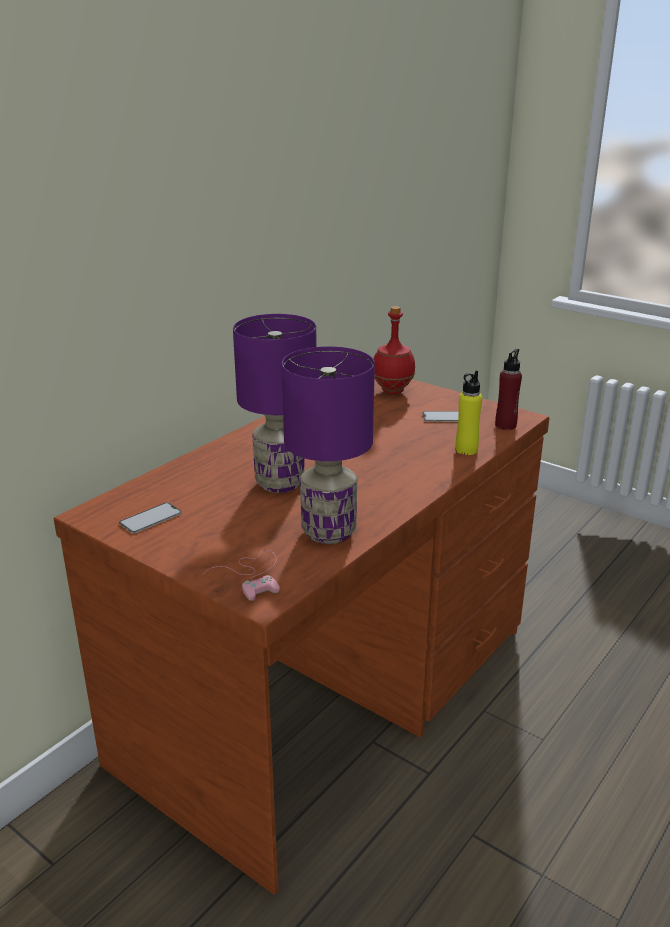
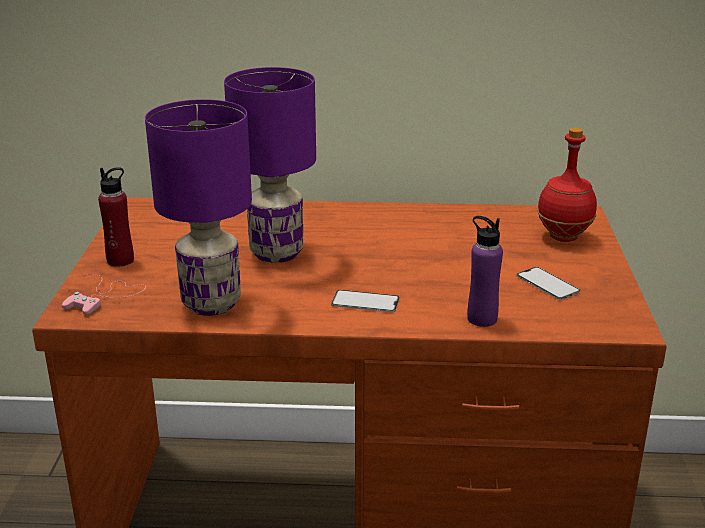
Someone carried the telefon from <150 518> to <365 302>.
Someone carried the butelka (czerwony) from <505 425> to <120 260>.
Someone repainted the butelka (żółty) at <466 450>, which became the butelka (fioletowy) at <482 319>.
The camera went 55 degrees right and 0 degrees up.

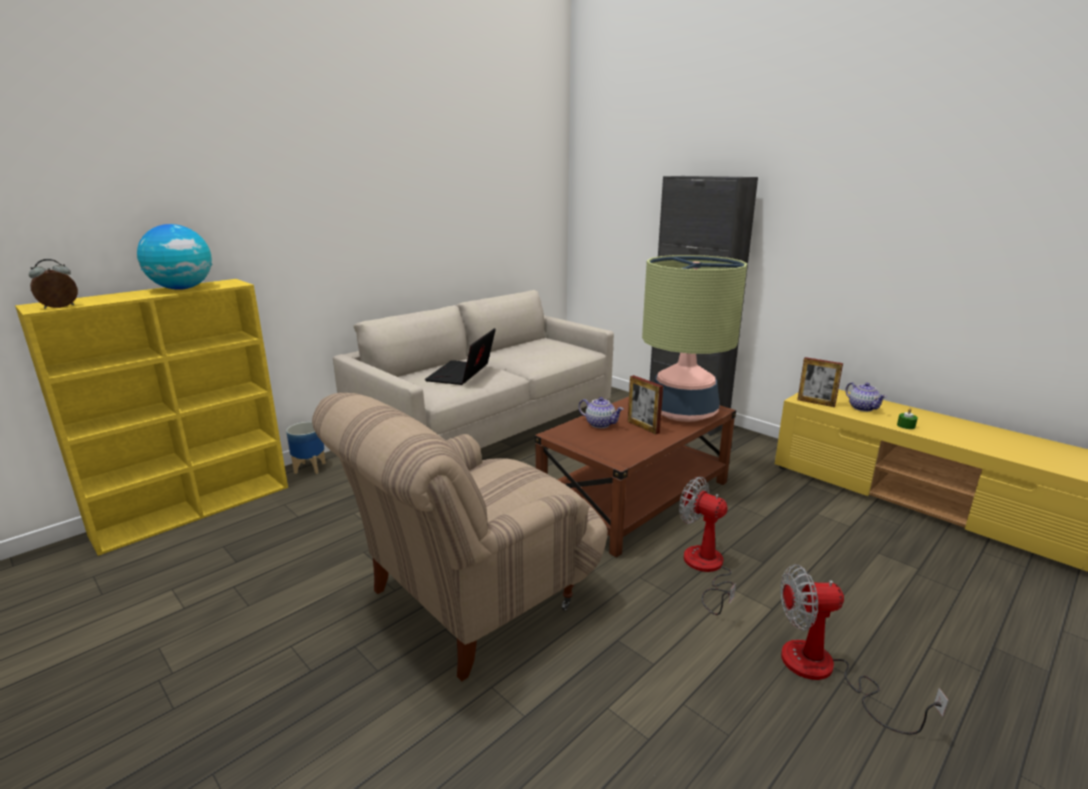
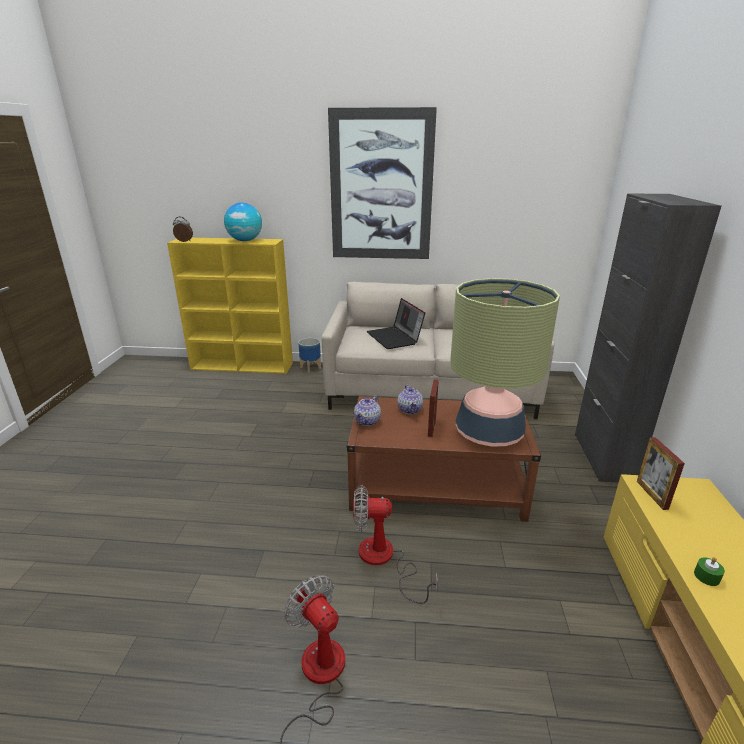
Someone took away the fotel (beżowy) at <472 600>.
Someone put up the obraz at <381 187>.
Someone carried the imbryk from <862 408> to <367 421>.
Someone rotated the laptop at <462 374> by 90 degrees counterclockwise.
Someone rotated the wentylator at <706 569> by 90 degrees counterclockwise.
The camera went 50 degrees right and 5 degrees up.

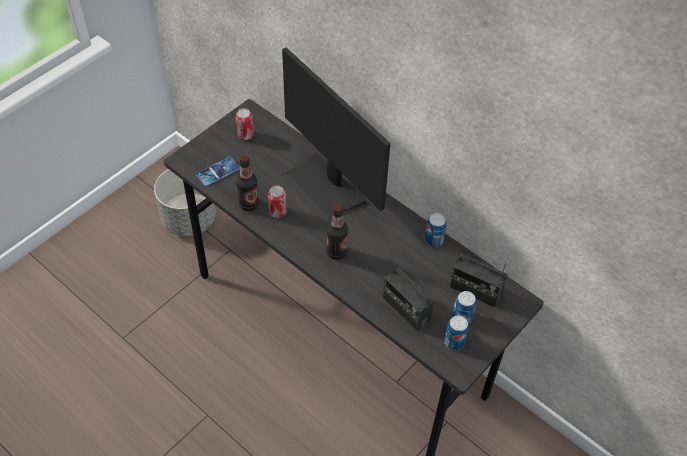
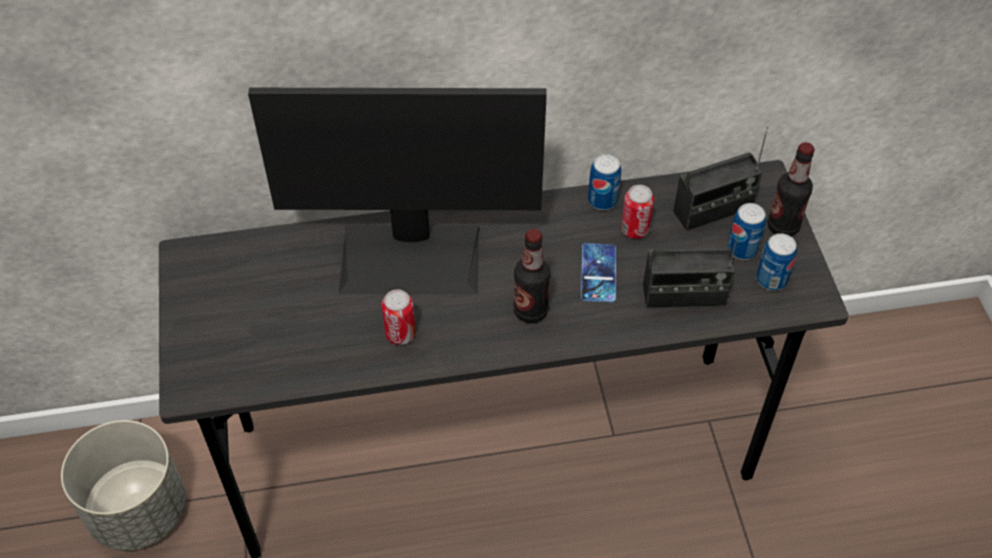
Someone carried the telefon from <218 171> to <598 273>.
Someone carried the puszka from <245 135> to <634 230>.
Someone carried the butelka from <249 204> to <783 226>.
The camera went 50 degrees left and 0 degrees up.

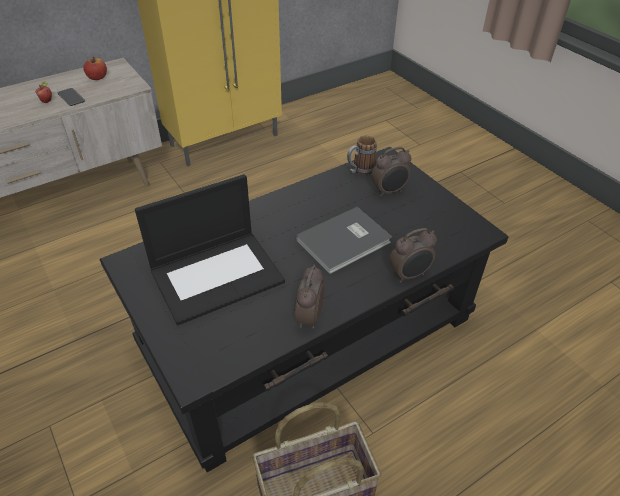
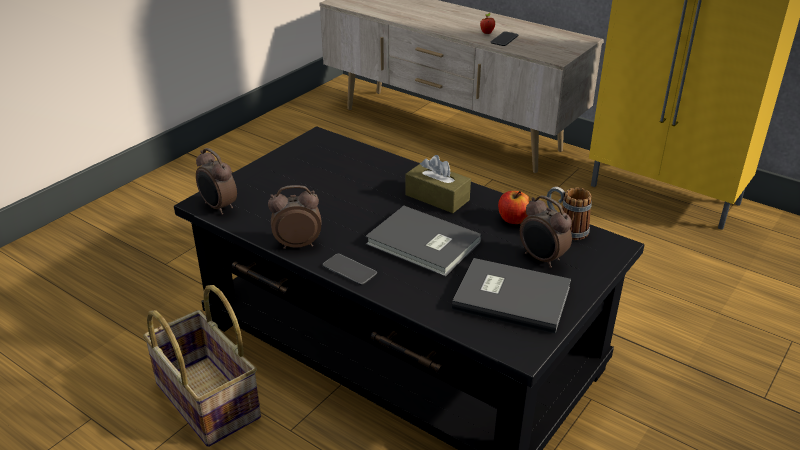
Someone took away the laptop at <217 275>.
Someone put down the telefon at <349 270>.
Someone put down the pudełko chusteczek (brązowy) at <437 197>.
Someone put down the książka (szary) at <510 296>.
Someone carried the jabłko from <97 77> to <513 219>.
Someone carried the budzik from <409 275> to <218 207>.
The camera went 70 degrees right and 10 degrees down.

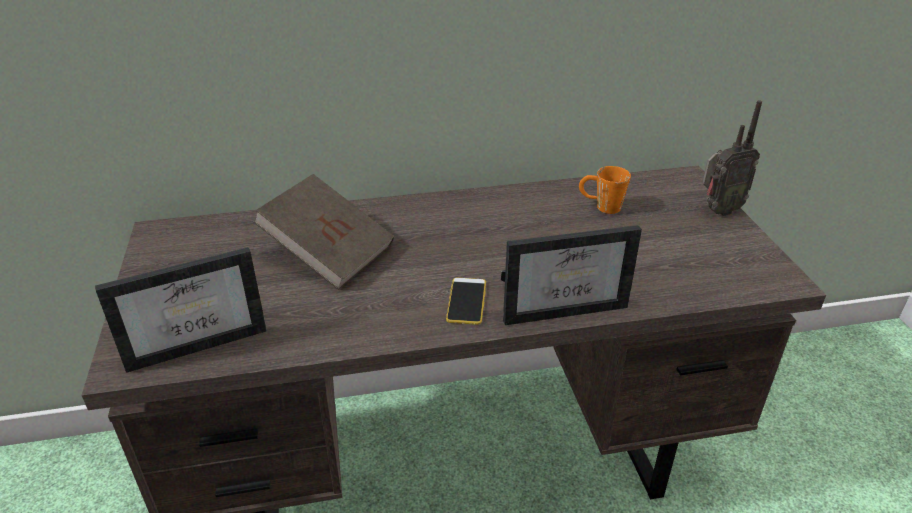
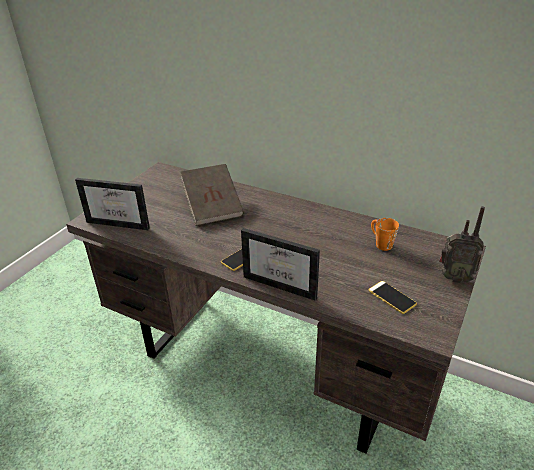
Someone put down the telefon at <392 297>.
The camera went 40 degrees right and 0 degrees up.

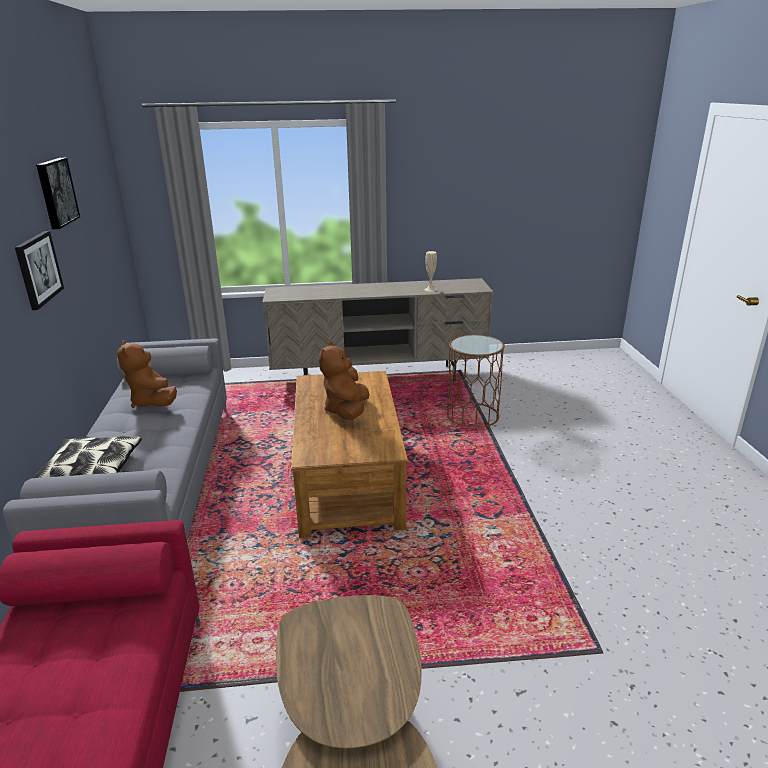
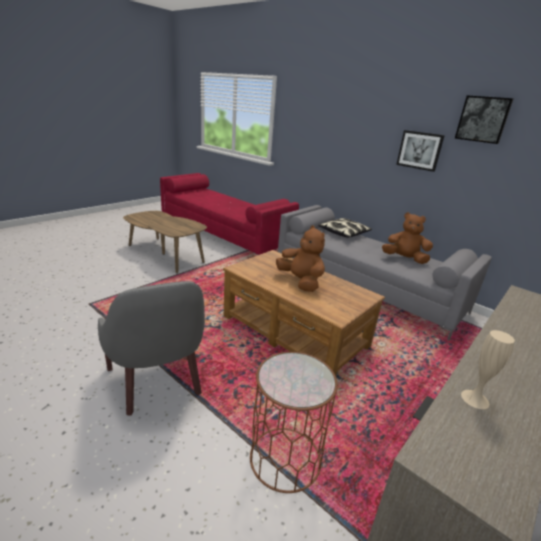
Someone put down the fotel (szary) at <158 381>.
The camera went 135 degrees right and 0 degrees up.

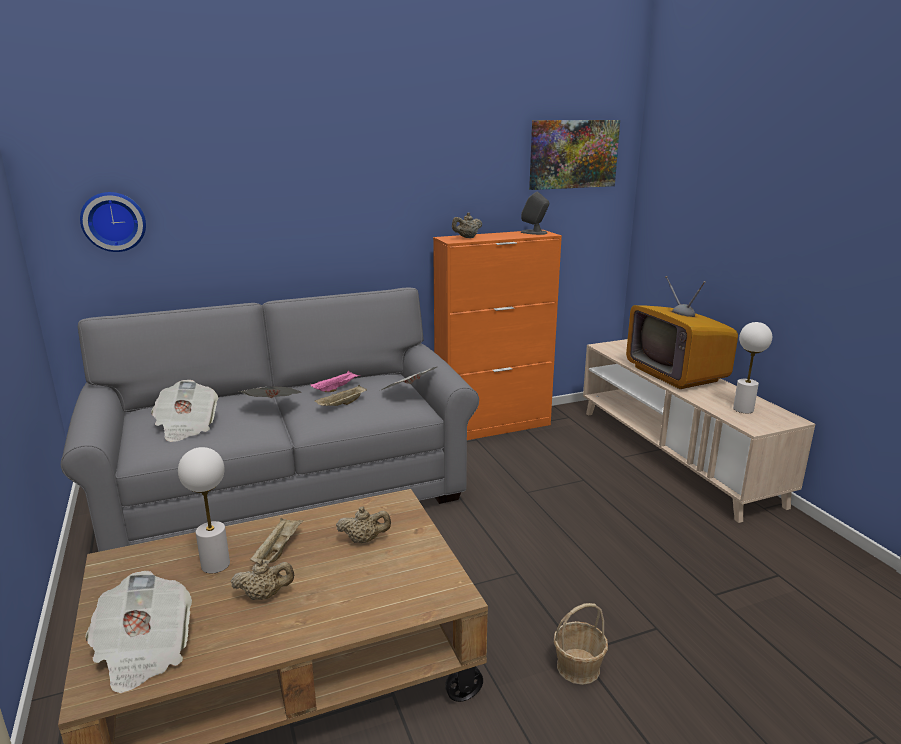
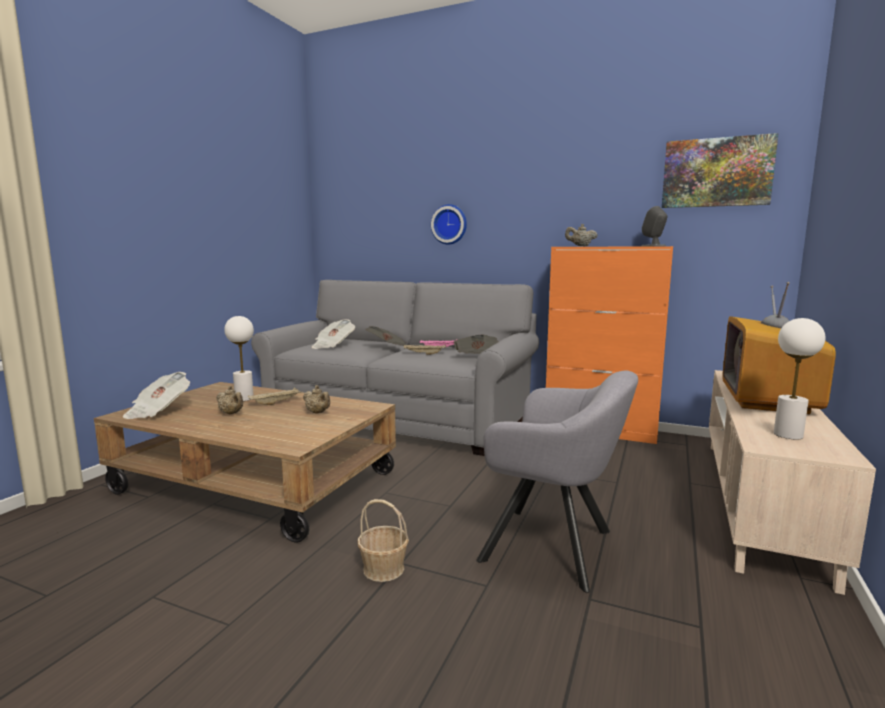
Someone put down the fotel (szary) at <555 548>.
Someone carried the zegar ścienny from <113 221> to <449 224>.
The camera went 45 degrees right and 10 degrees down.

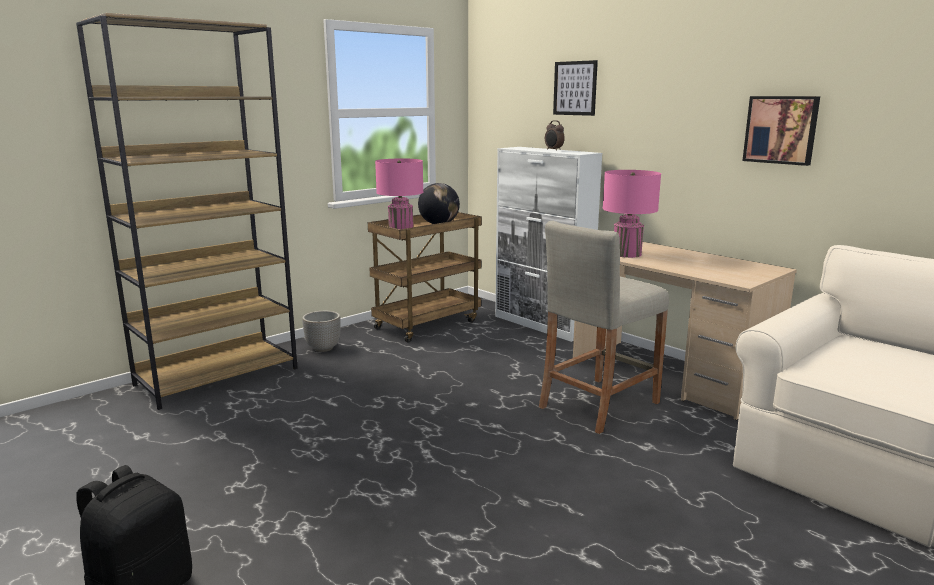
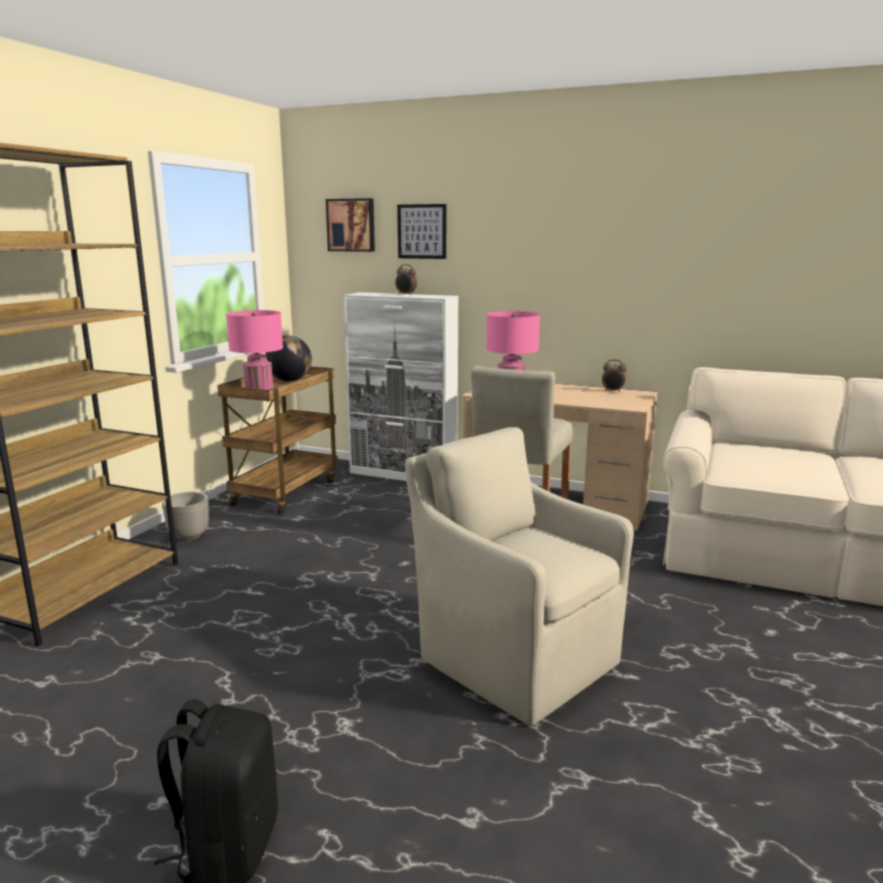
Someone put down the fotel (beżowy) at <514 658>.
Someone put down the budzik at <612 391>.
Someone carried the obraz from <781 130> to <351 225>.
The camera went 25 degrees left and 0 degrees up.

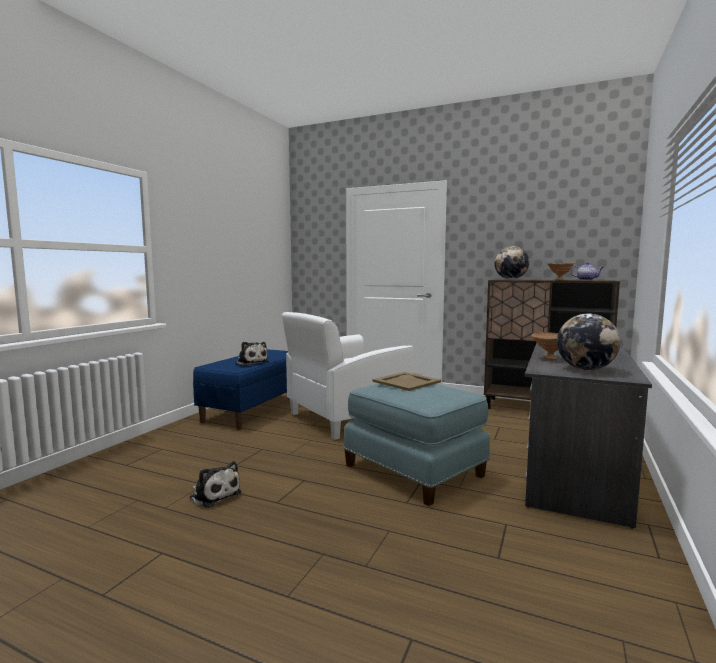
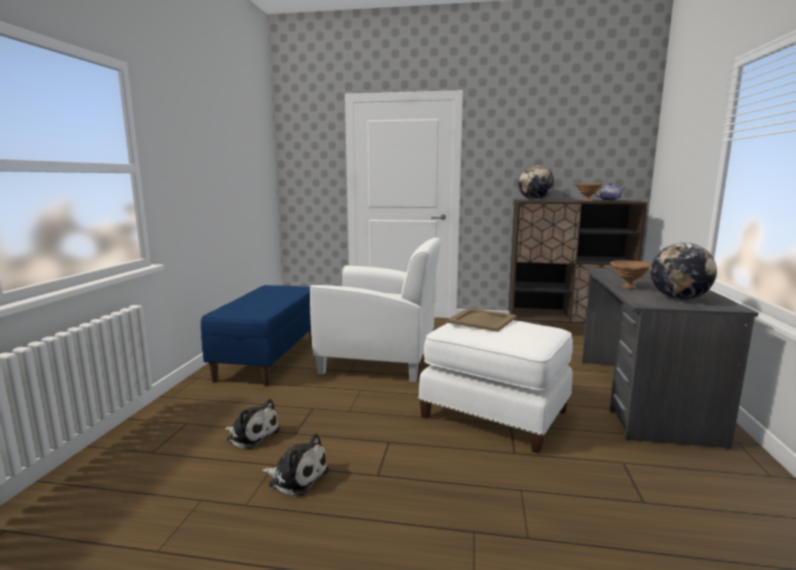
Someone carried the pluszak from <251 362> to <251 435>.
Someone repainted the pufa (niebieski) at <415 470>, which became the pufa (biały) at <495 413>.
Someone rotated the fotel (biały) at <345 418> by 120 degrees counterclockwise.
The camera went 15 degrees left and 5 degrees up.

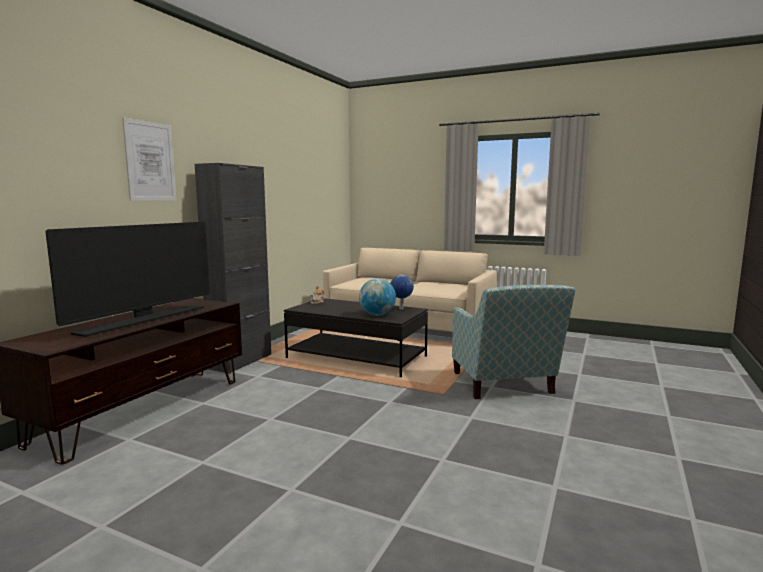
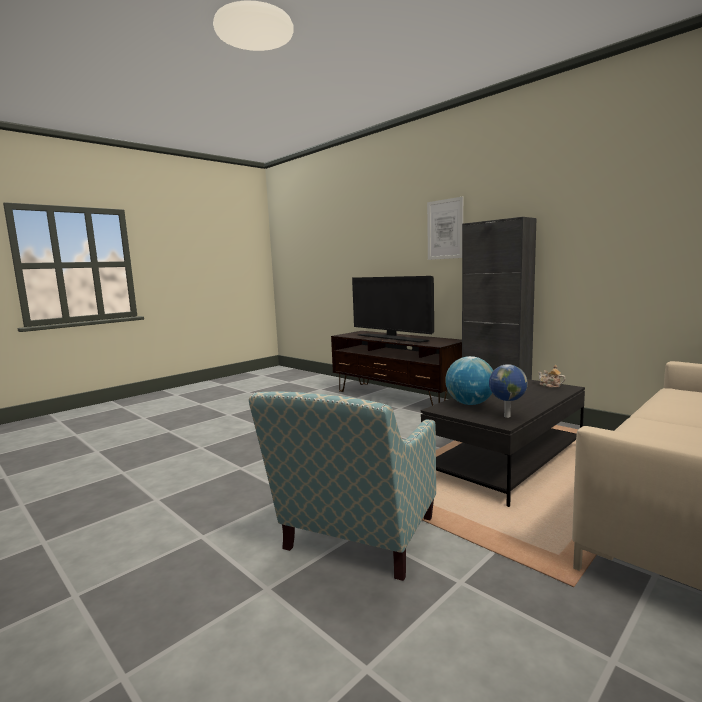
Someone rotated the fotel at <505 386> by 75 degrees counterclockwise.
The camera went 110 degrees right and 0 degrees up.

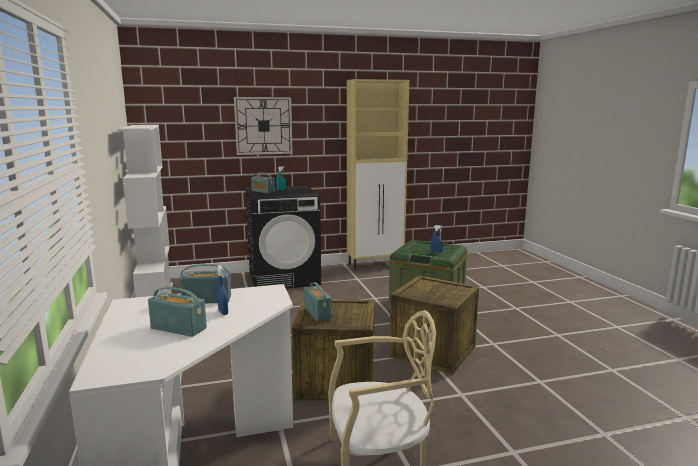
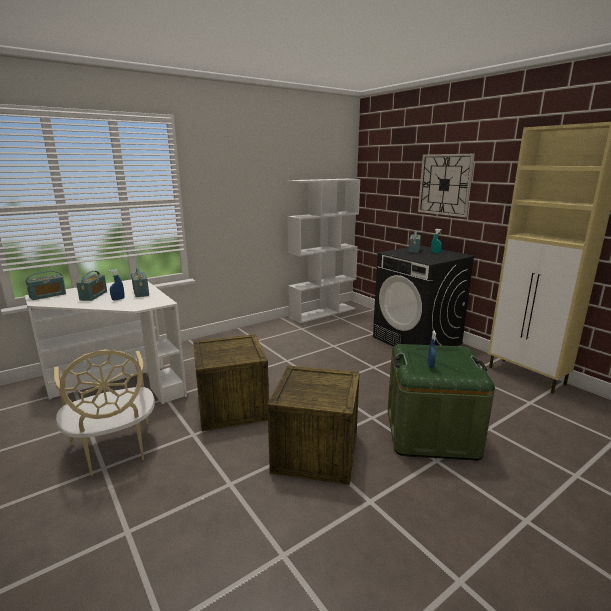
Someone carried the radio from <318 313> to <48 295>.
The camera went 70 degrees right and 5 degrees up.

